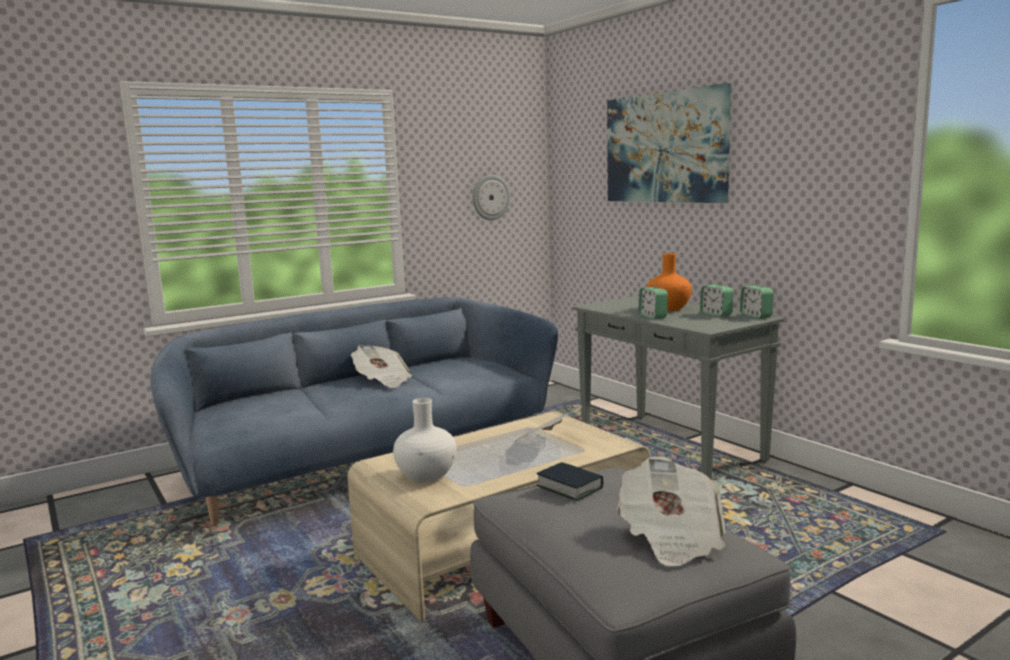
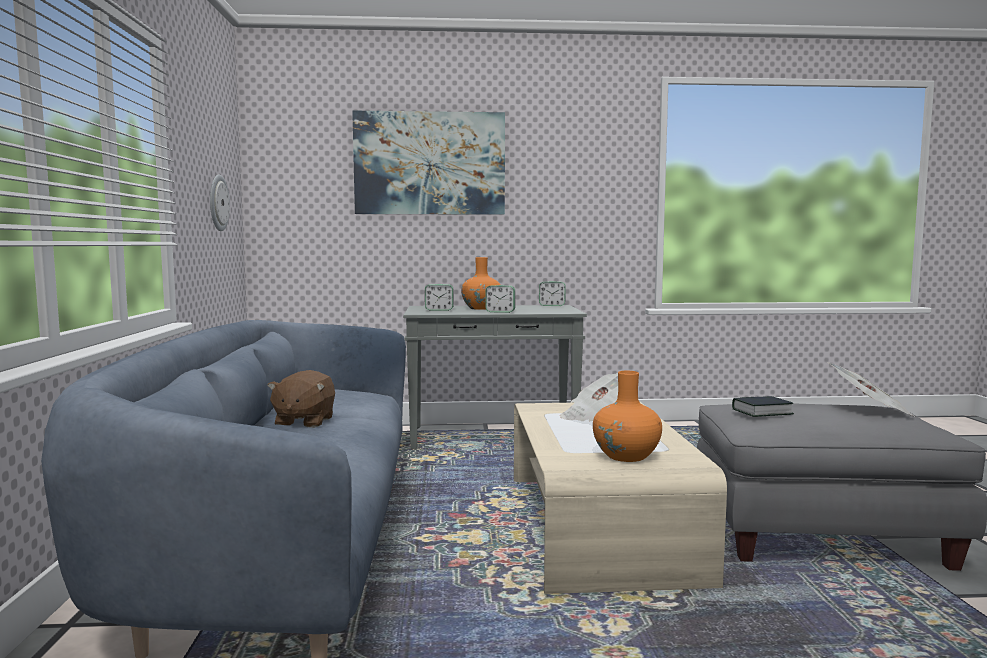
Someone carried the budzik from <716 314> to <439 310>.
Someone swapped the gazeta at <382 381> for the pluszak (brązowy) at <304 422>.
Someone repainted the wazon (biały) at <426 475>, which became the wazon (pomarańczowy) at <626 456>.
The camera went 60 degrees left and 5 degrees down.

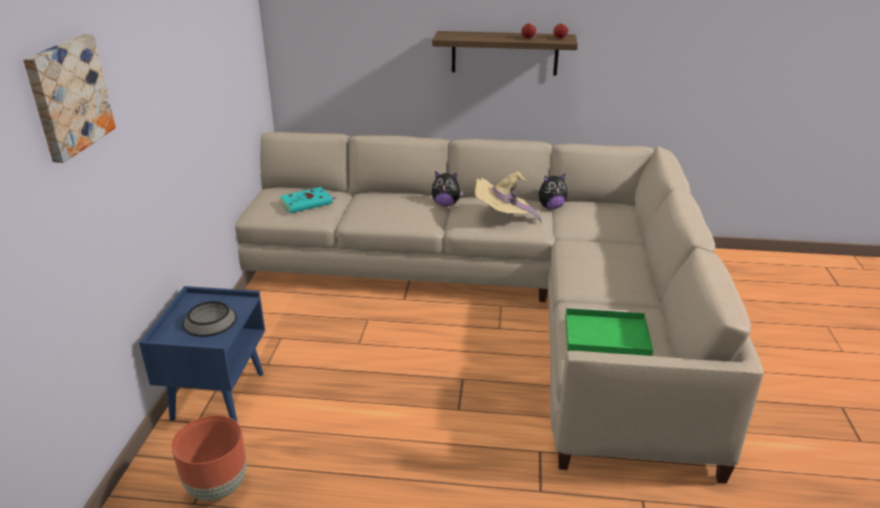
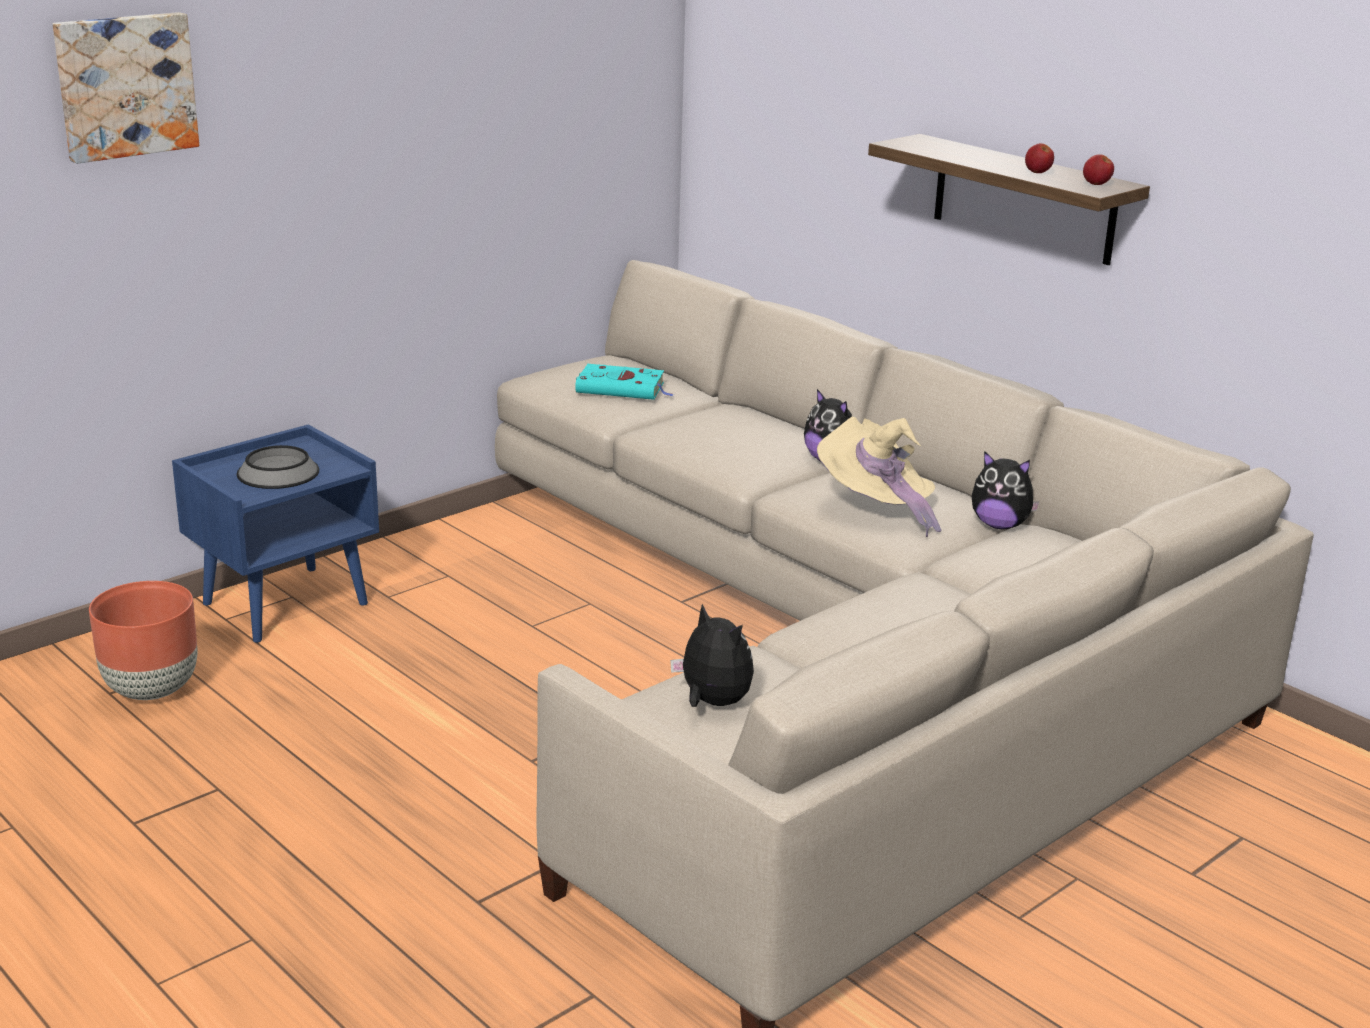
Someone swapped the taca (zielony) at <604 336> for the pluszak at <712 703>.
The camera went 40 degrees right and 5 degrees down.

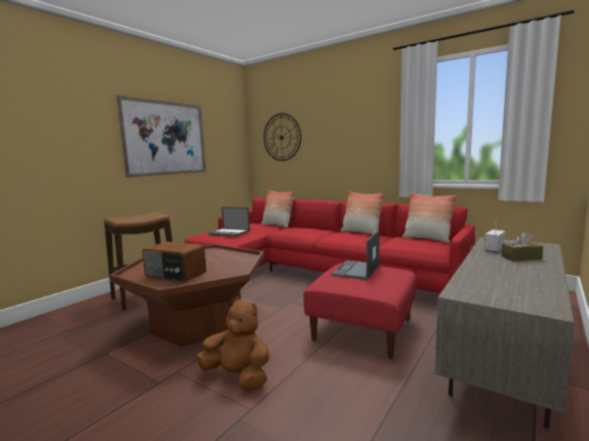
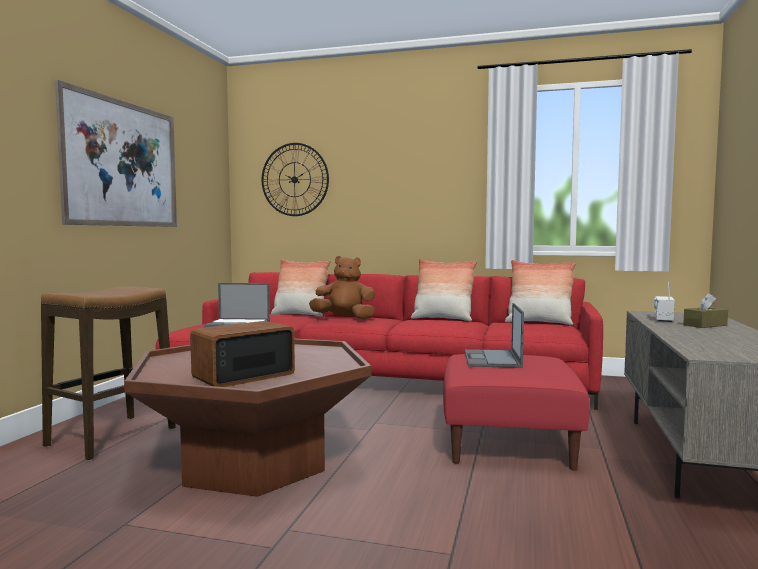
Someone carried the pluszak (brązowy) from <238 377> to <344 318>.
Someone rotated the radio at <175 275> by 135 degrees clockwise.
The camera went 20 degrees left and 5 degrees down.

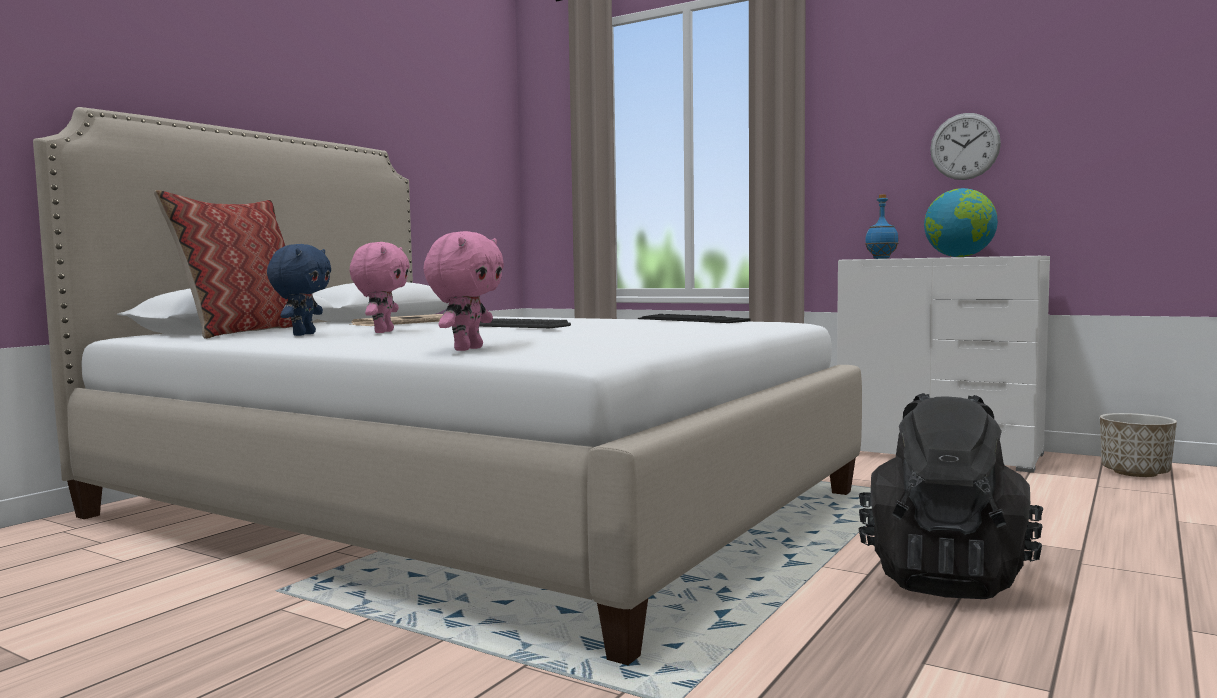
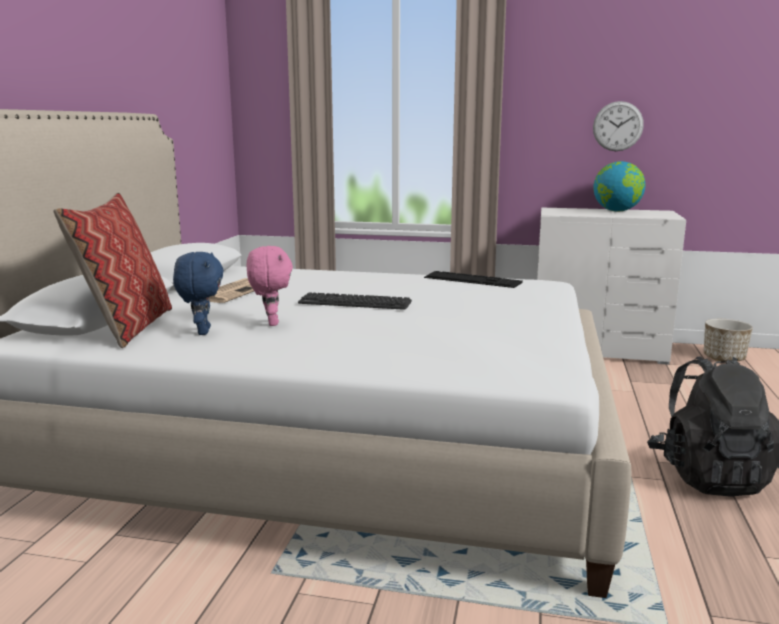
Someone took away the pluszak (różowy) at <466 349>.
Someone took away the butelka (niebieski) at <881 258>.
The camera went 20 degrees left and 10 degrees up.

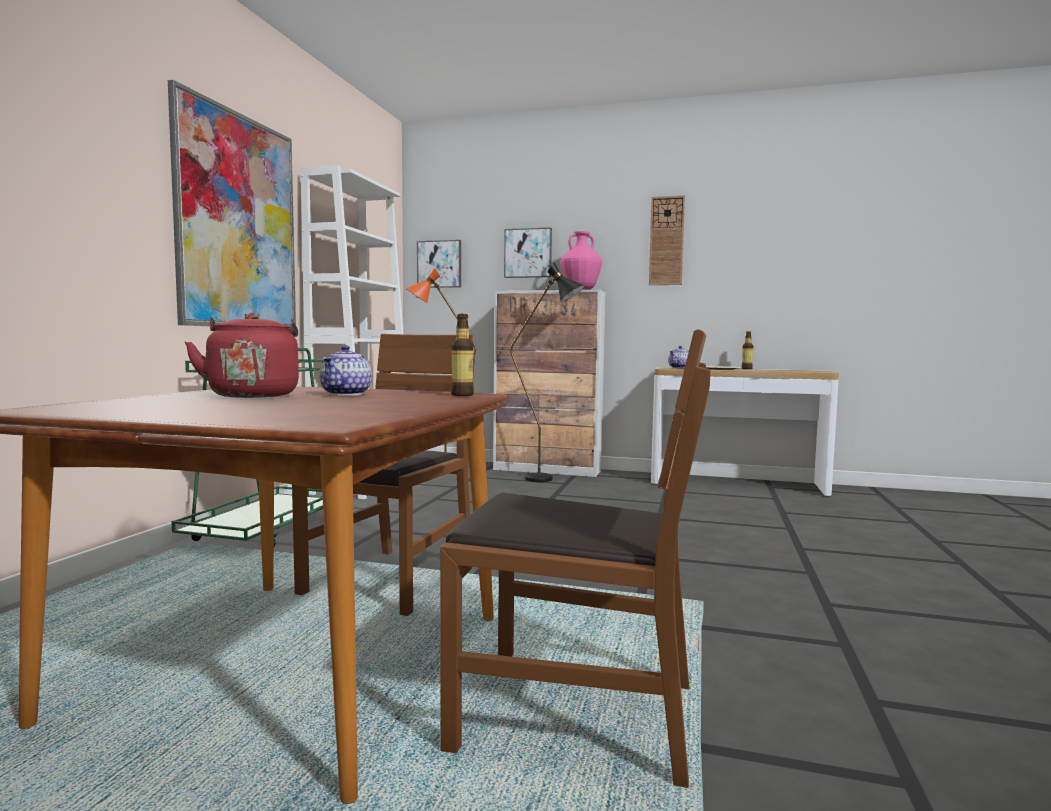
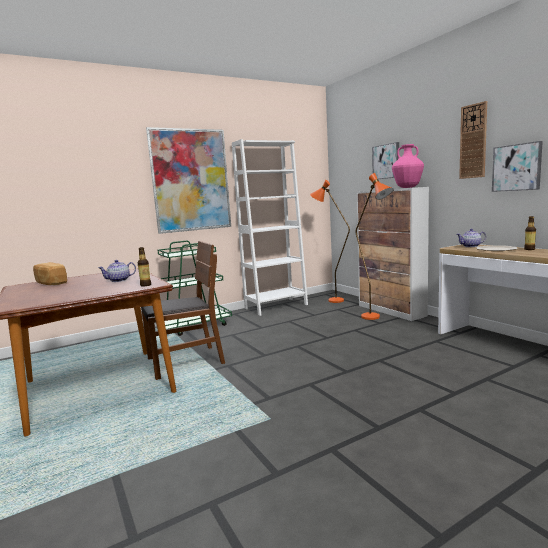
Someone took away the czajnik (czerwony) at <253 395>.
Someone took away the krzesło (brązowy) at <575 712>.
Someone put down the chleb at <50 283>.
Someone carried the obraz from <439 264> to <517 167>.
Someone repainted the lampa stojąca (czarny) at <549 479>, which became the lampa stojąca (pomarańczowy) at <375 318>.
The camera went 45 degrees right and 5 degrees up.

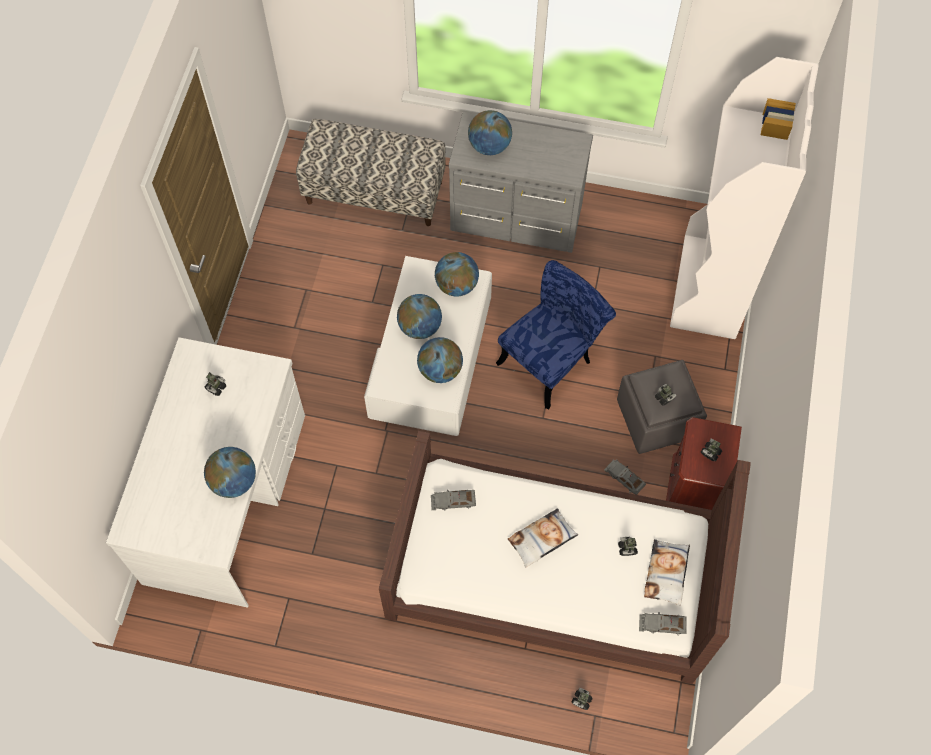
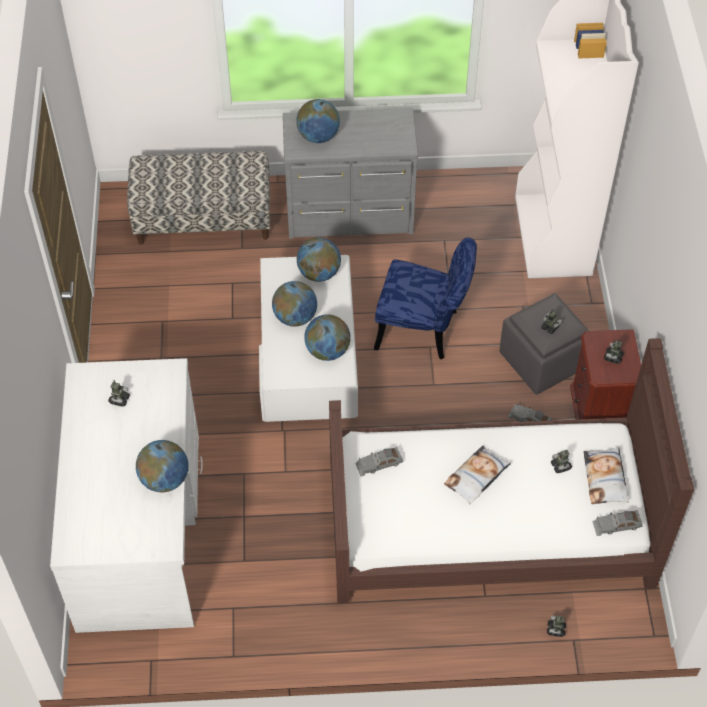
Someone rotated the krzesło (niebieski) at <551 359> by 75 degrees clockwise.
The camera went 15 degrees left and 10 degrees down.

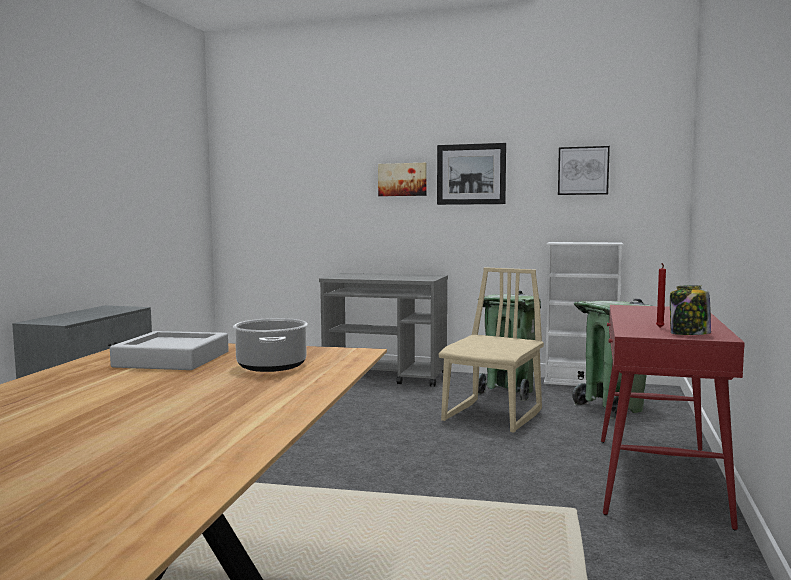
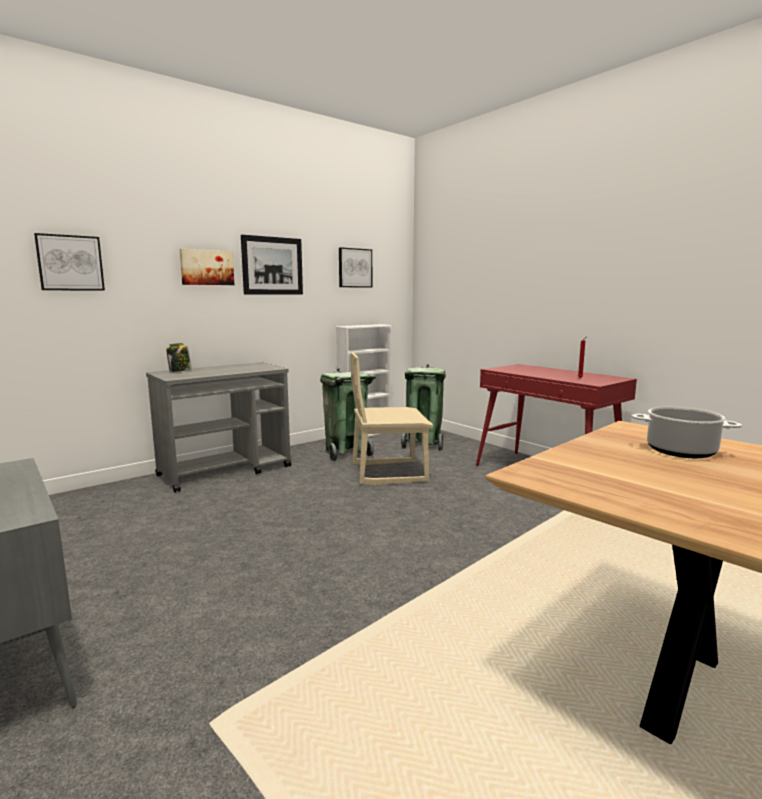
Someone took away the taca (szary) at <172 359>.
Someone put up the obraz at <70 263>.
Someone carried the słoik from <689 334> to <180 371>.
Someone rotated the krzesło (beżowy) at <493 416> by 75 degrees counterclockwise.
The camera went 55 degrees left and 5 degrees up.

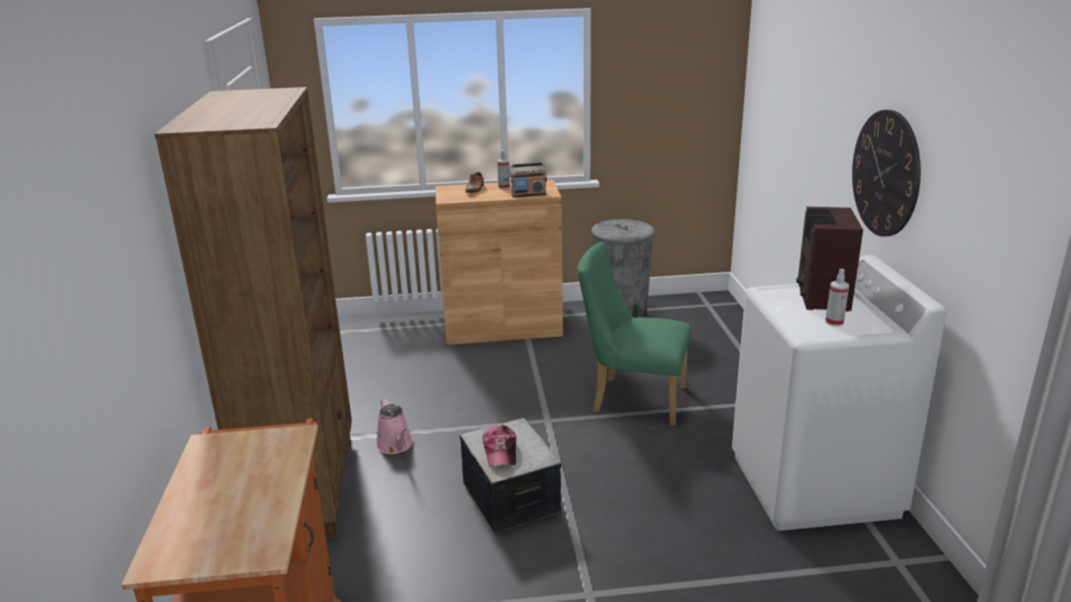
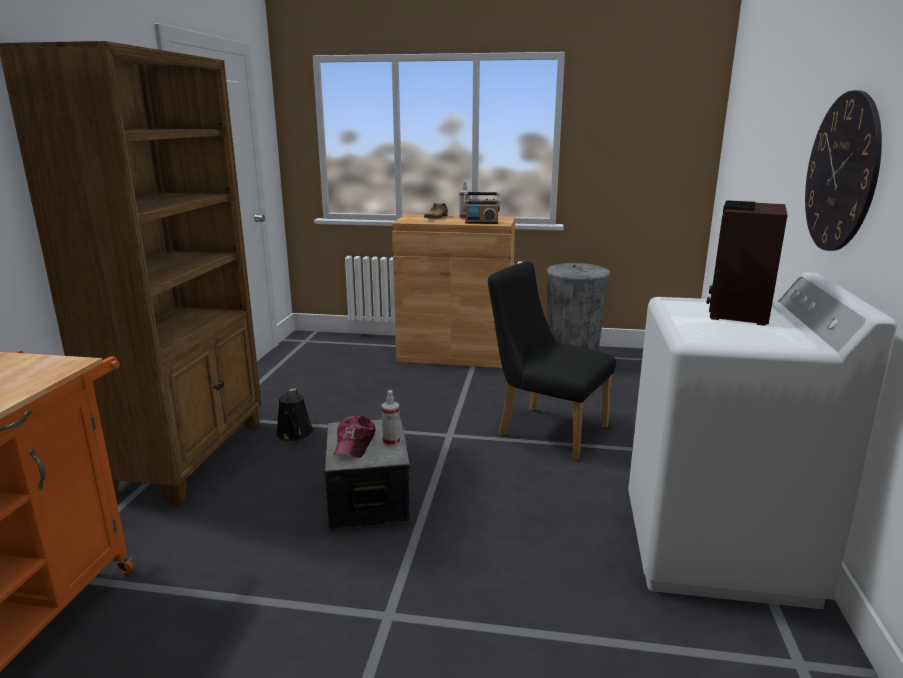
Someone carried the spryskiwacz from <834 322> to <391 442>.
Someone repainted the konewka (różowy) at <396 445>, which became the konewka (czarny) at <294 434>.
Someone repainted the krzesło (zielony) at <631 399>, which became the krzesło (czarny) at <545 429>.
The camera went 15 degrees right and 5 degrees down.

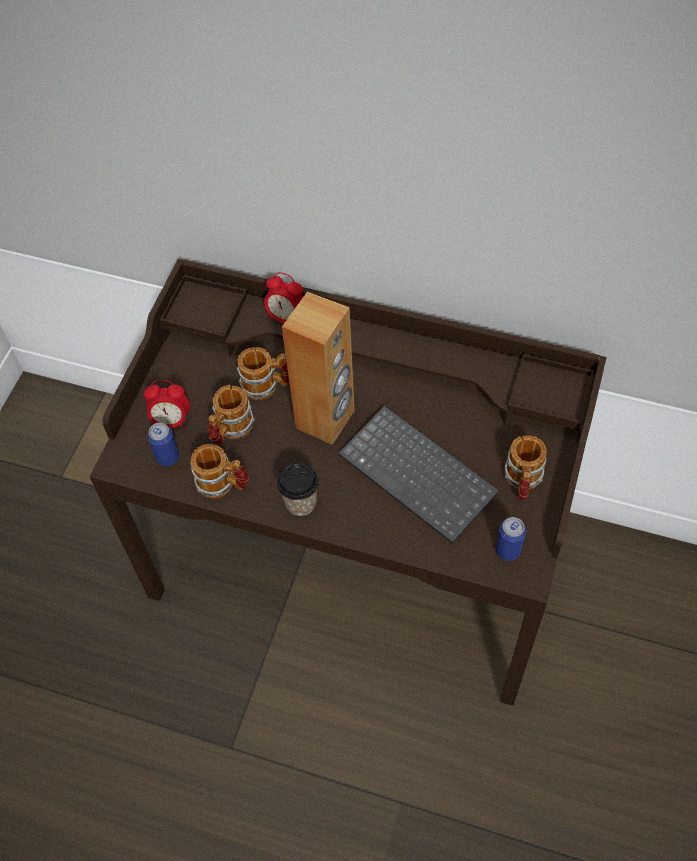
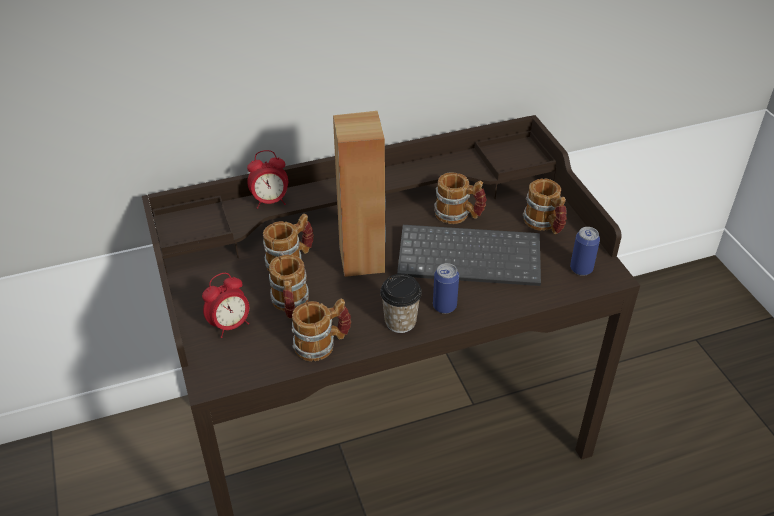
Someone put down the kubek at <458 215>.
Someone carried the puszka from <167 457> to <444 306>.
The camera went 40 degrees left and 15 degrees down.

